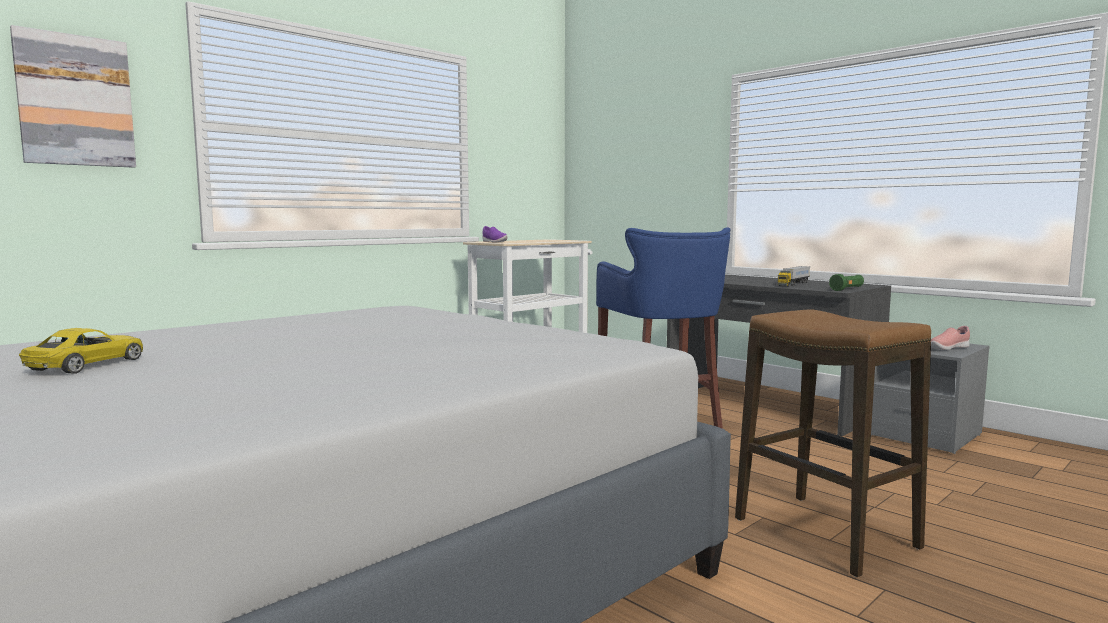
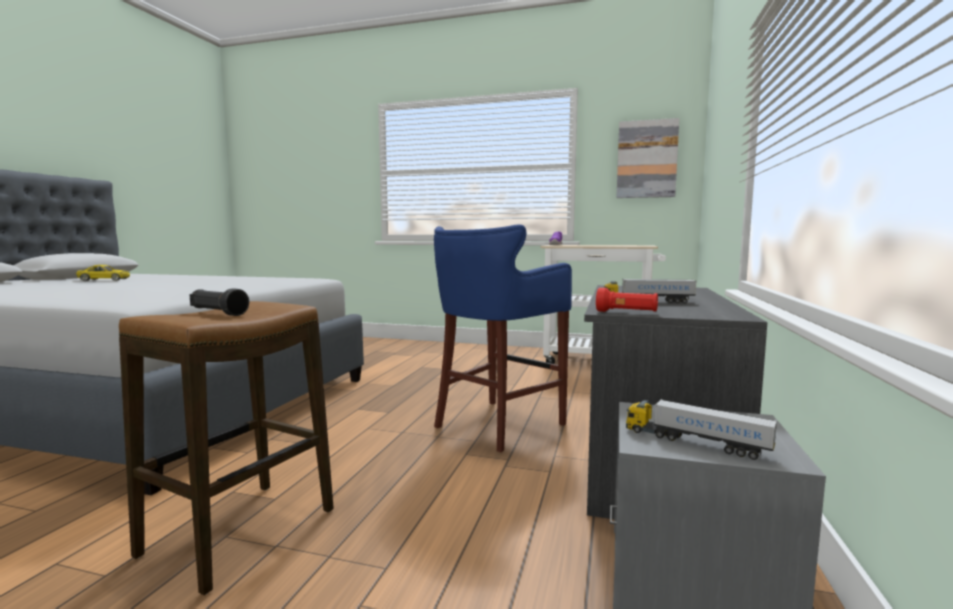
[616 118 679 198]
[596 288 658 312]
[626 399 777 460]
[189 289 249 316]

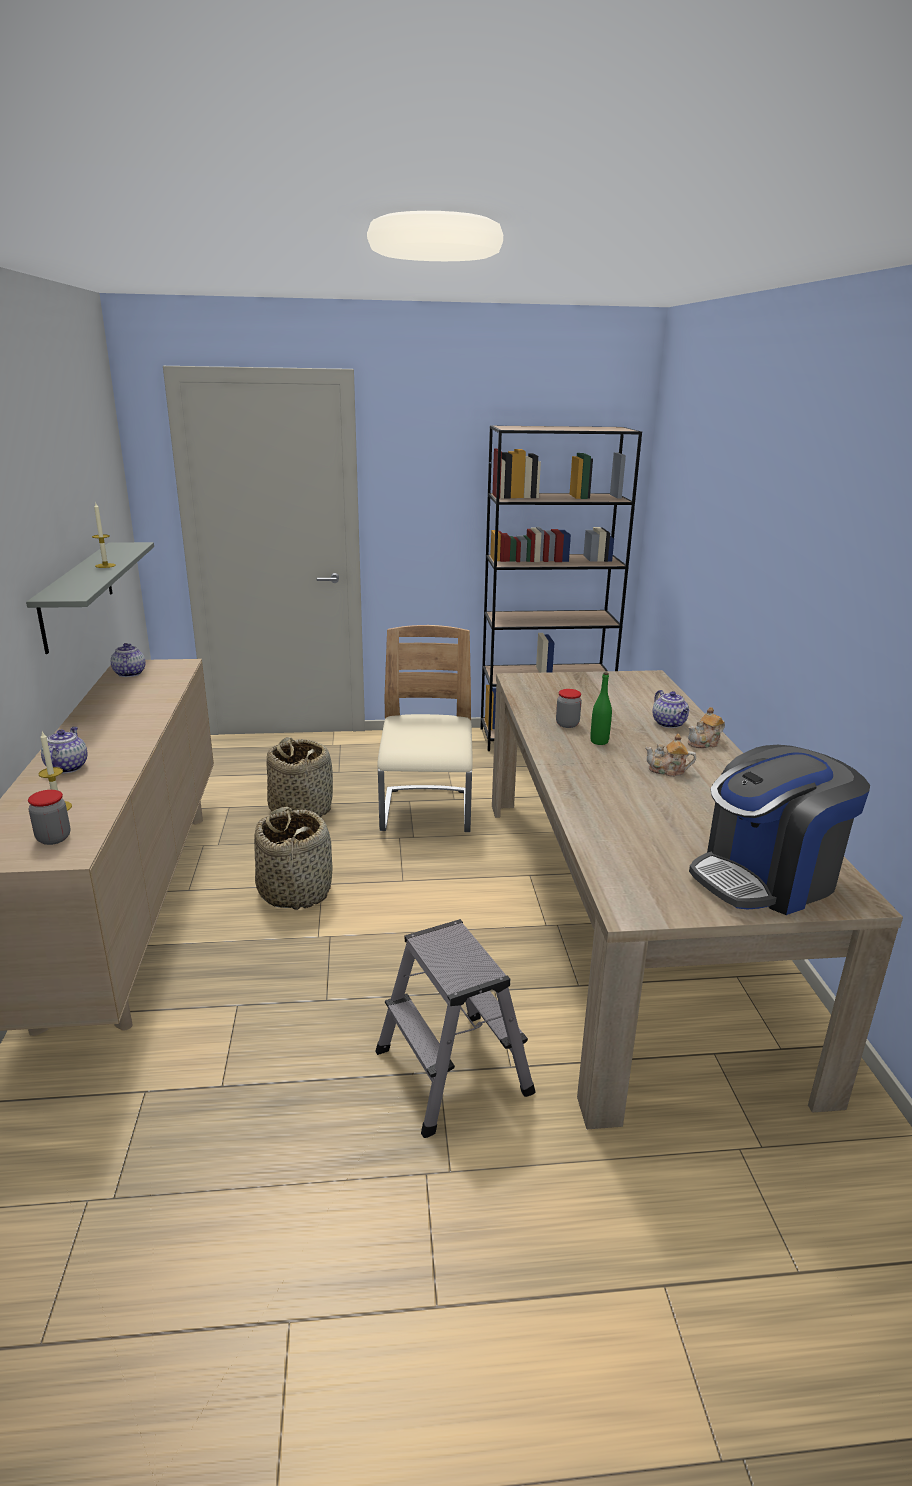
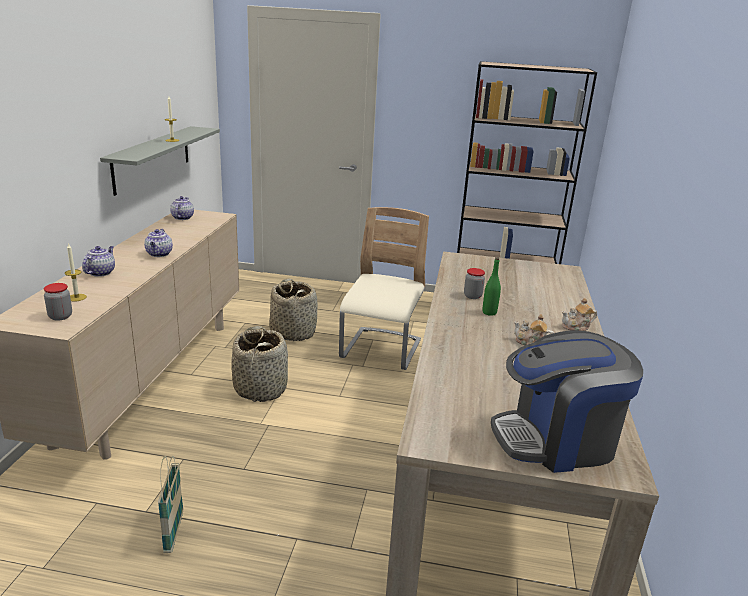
[376 919 536 1138] (first image)
[144 229 173 257]
[158 456 183 553]

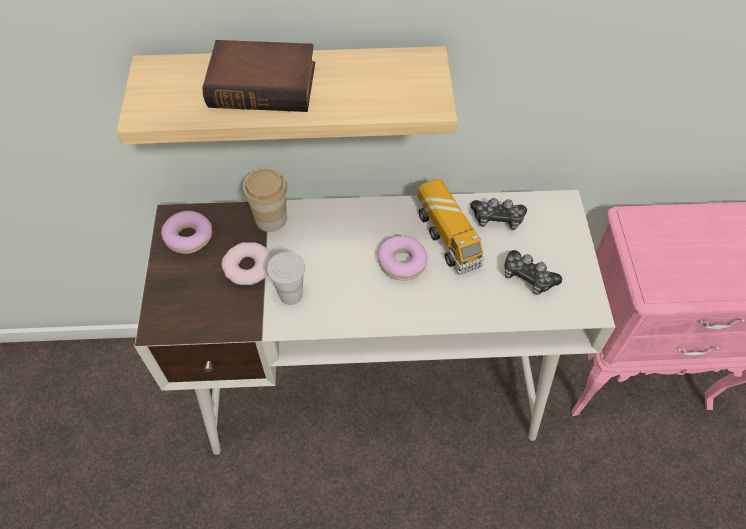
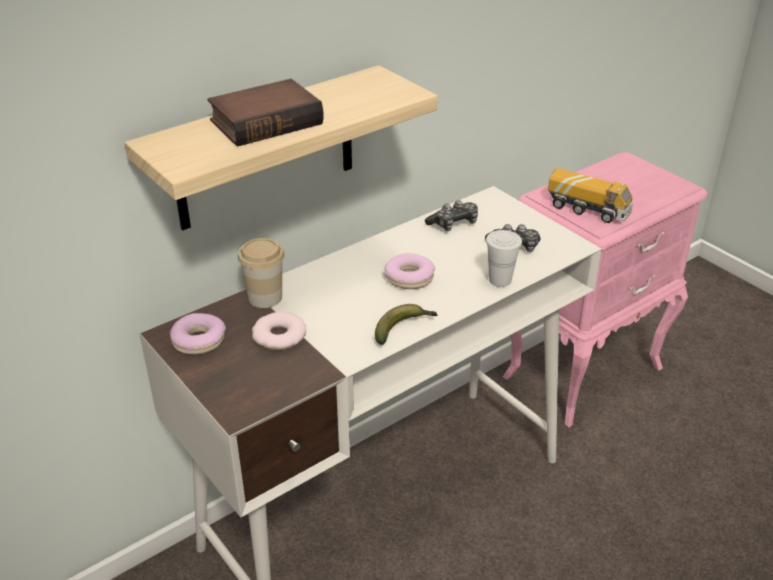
[486 230 522 287]
[548 168 633 223]
[375 304 438 345]

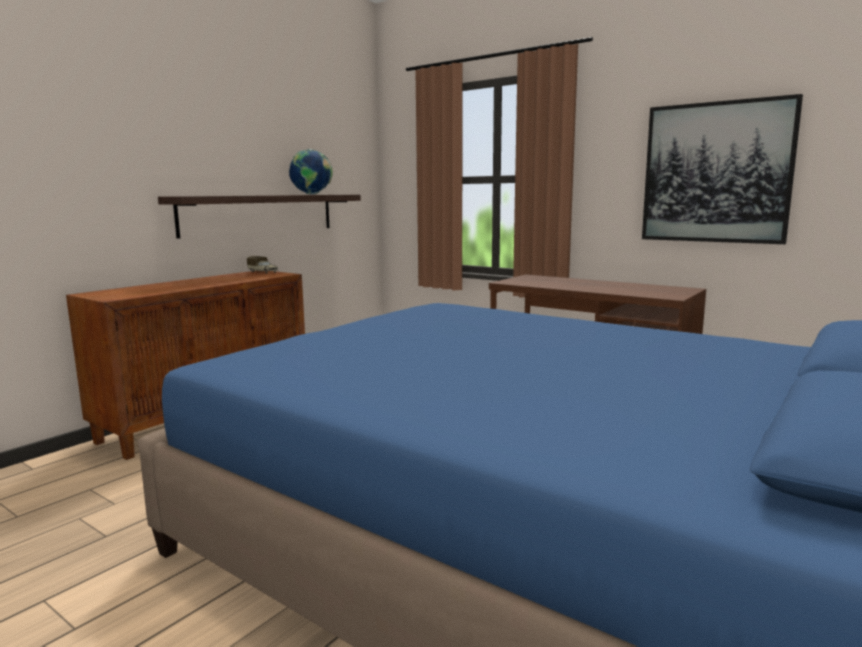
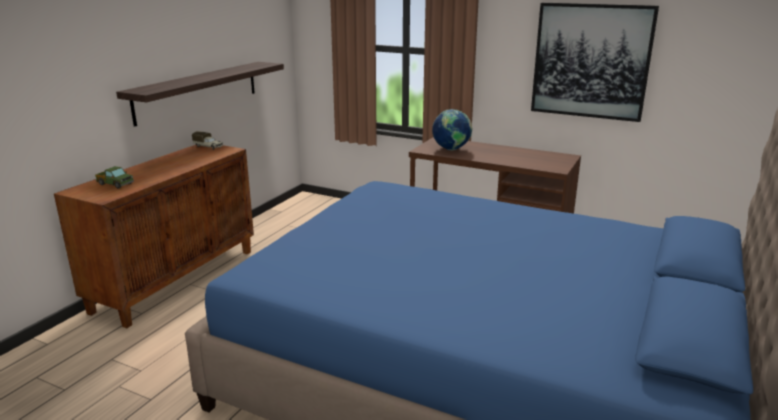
[432 109 472 151]
[95 166 134 189]

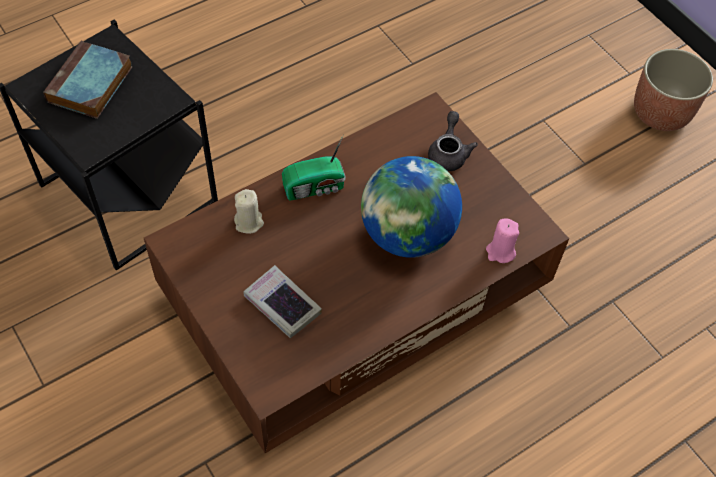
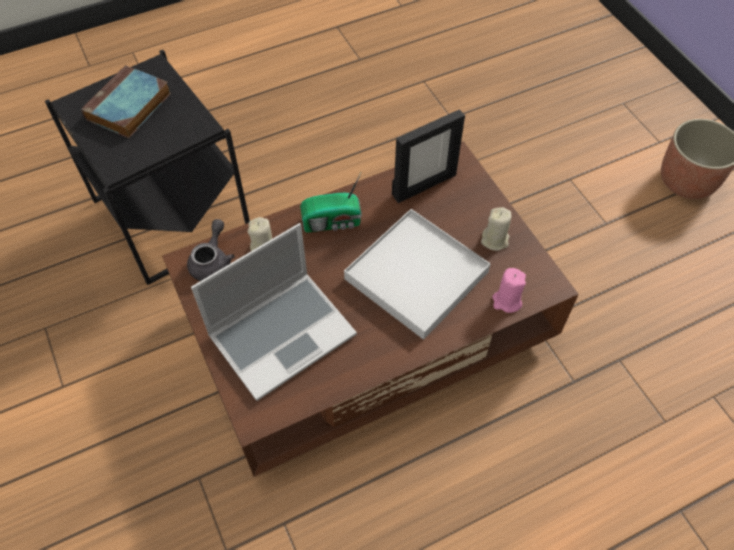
[191 223 357 401]
[344 209 491 340]
[187 219 235 281]
[392 109 465 203]
[481 207 511 251]

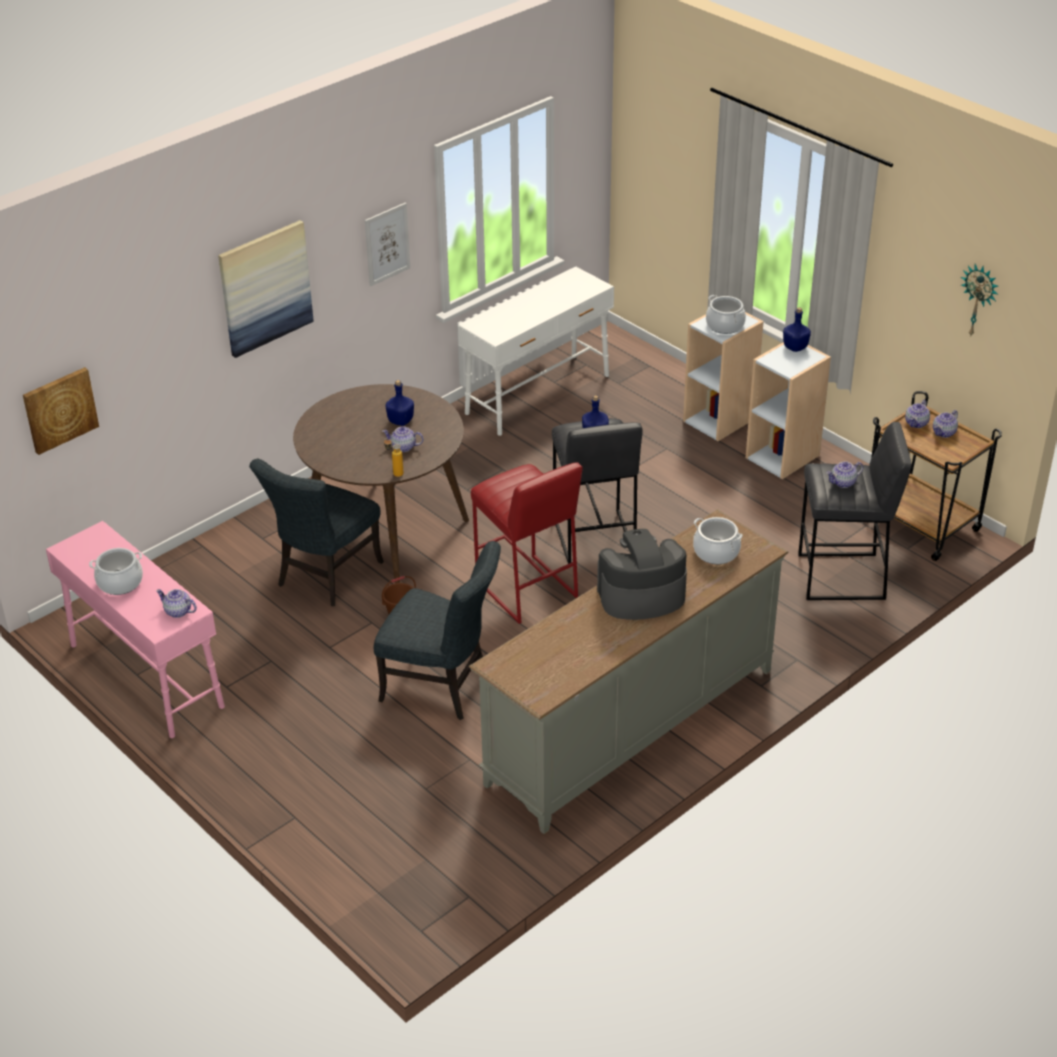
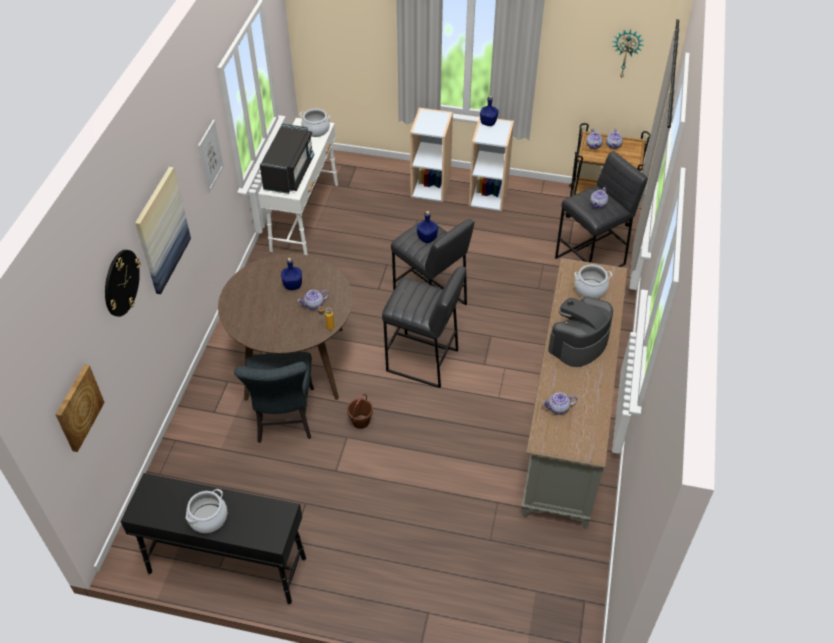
[121 473 306 604]
[542 392 578 415]
[374 541 501 720] (first image)
[382 266 466 388]
[299 109 330 137]
[105 250 140 317]
[260 124 314 194]

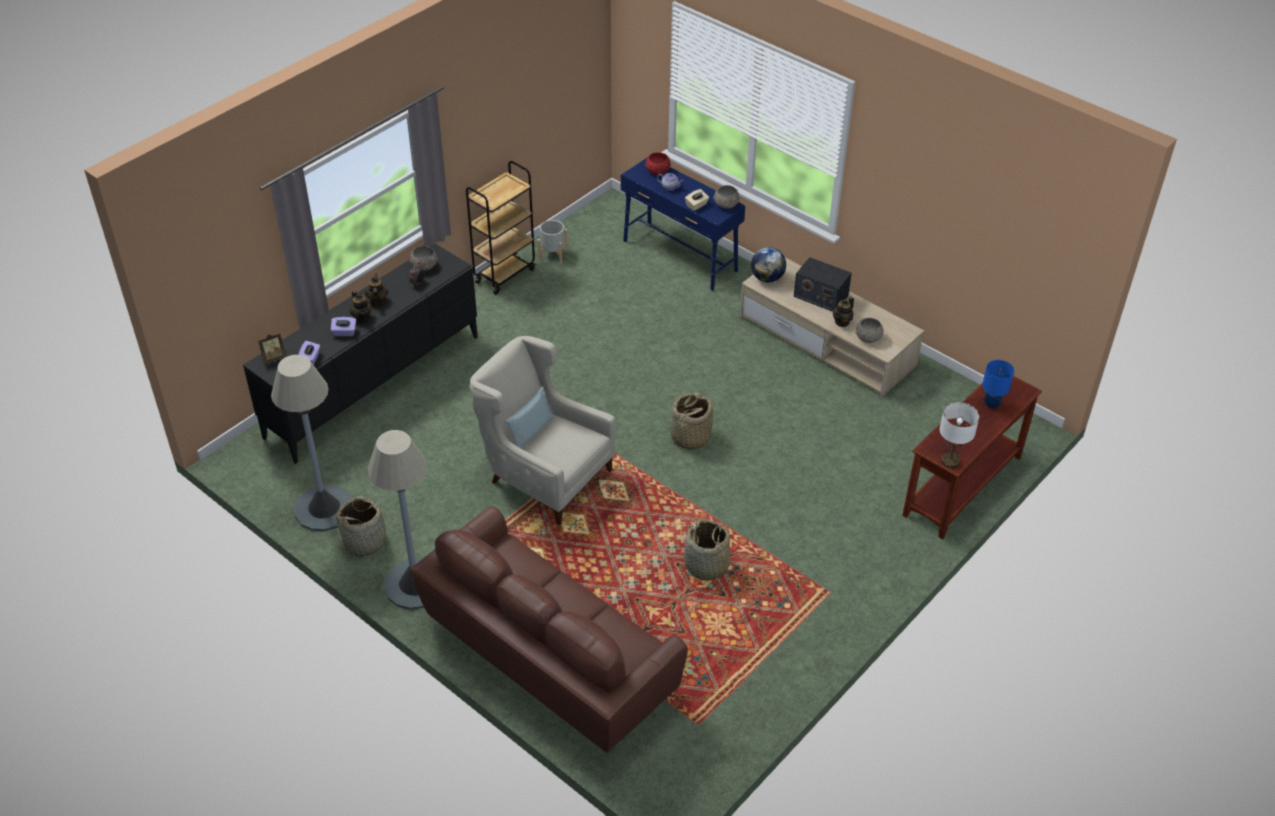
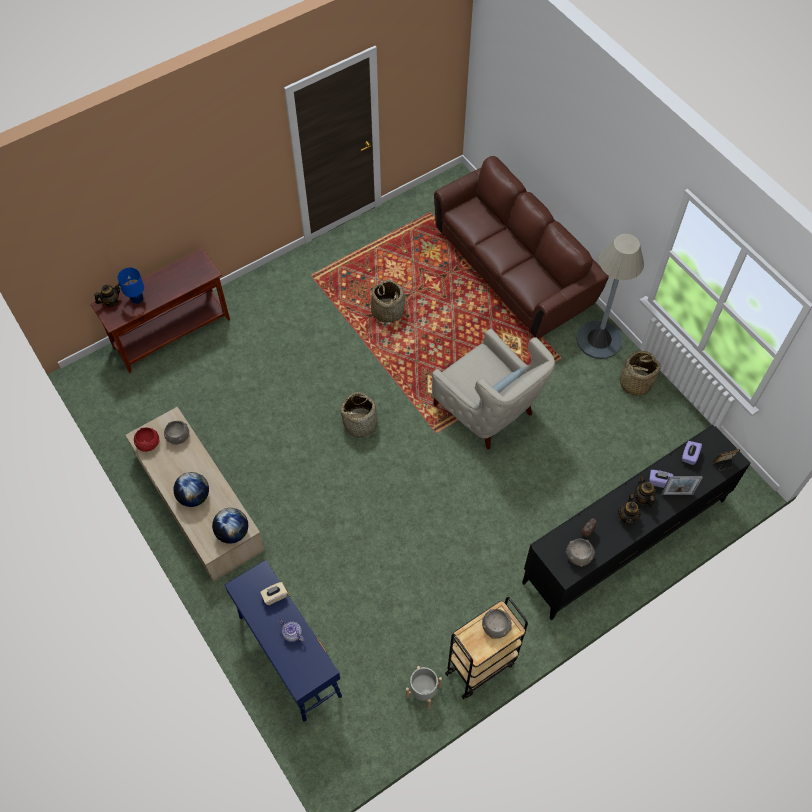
[271 355 353 531] (first image)
[134 428 160 452]
[482 609 512 639]
[173 472 209 507]
[94 283 120 307]
[940 402 979 468] (first image)
[661 476 703 495]

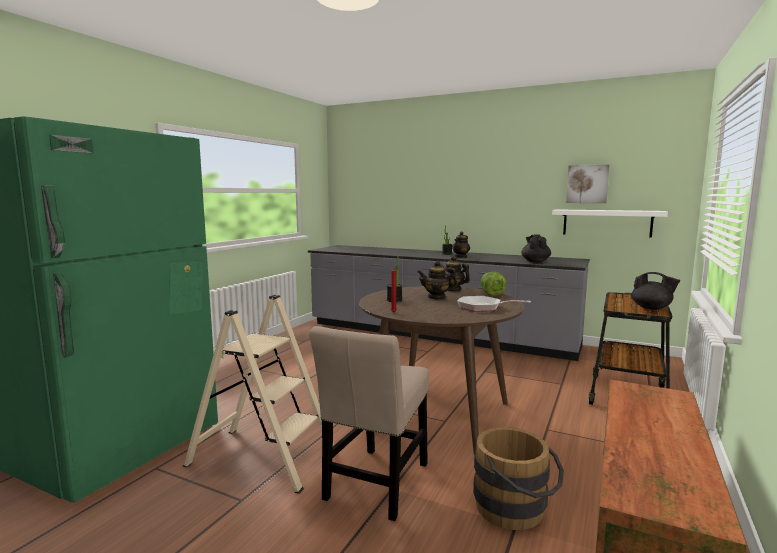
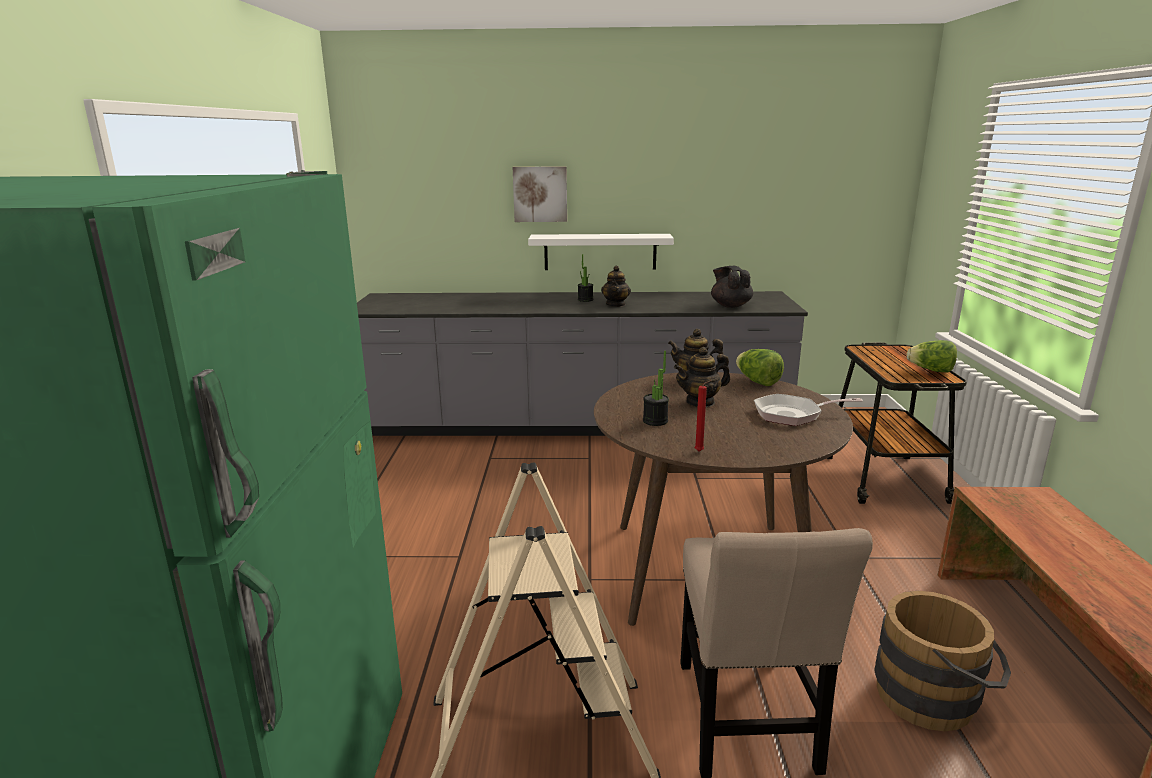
[528 234 674 270]
[513 166 567 222]
[907 340 957 373]

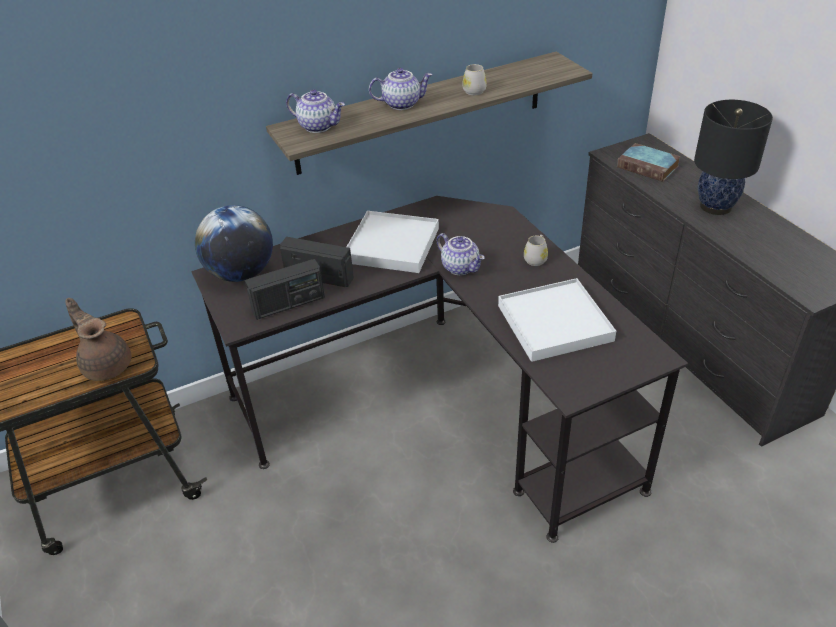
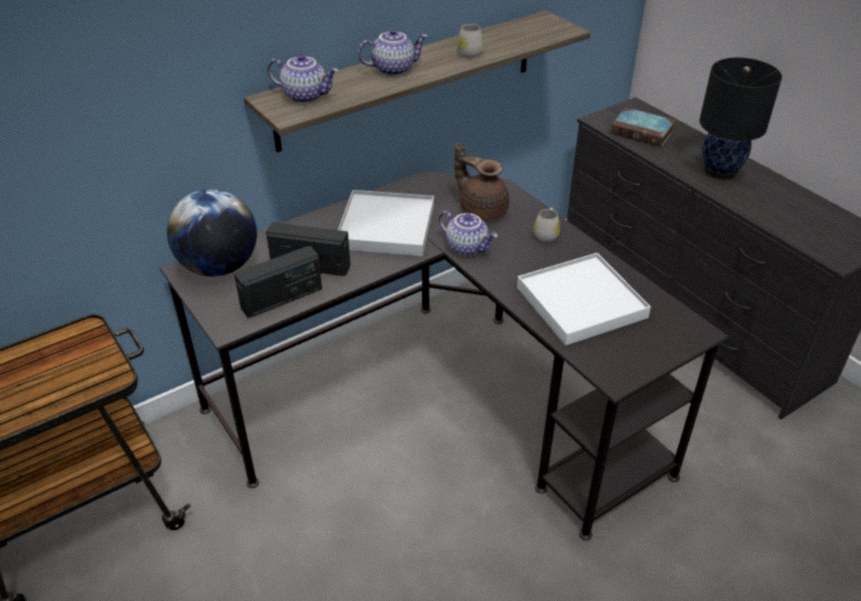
[454 143 509 220]

